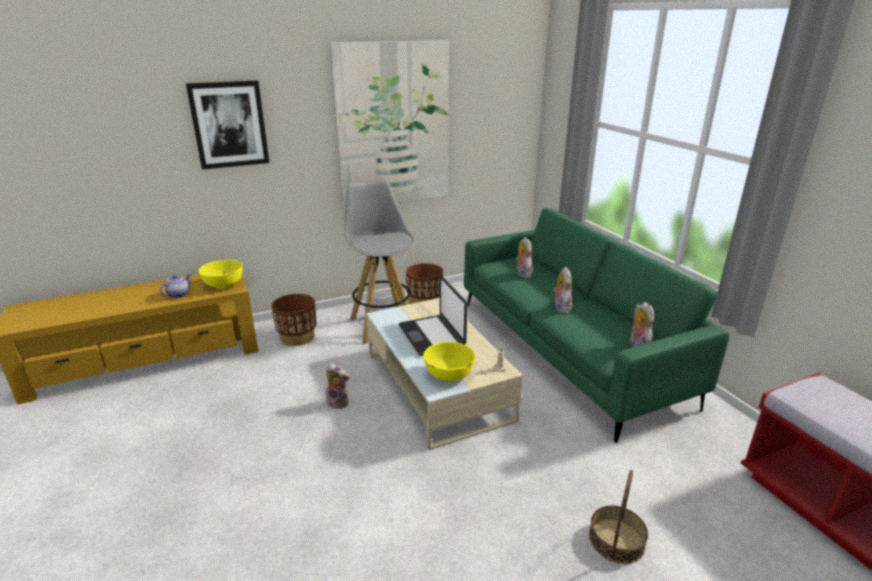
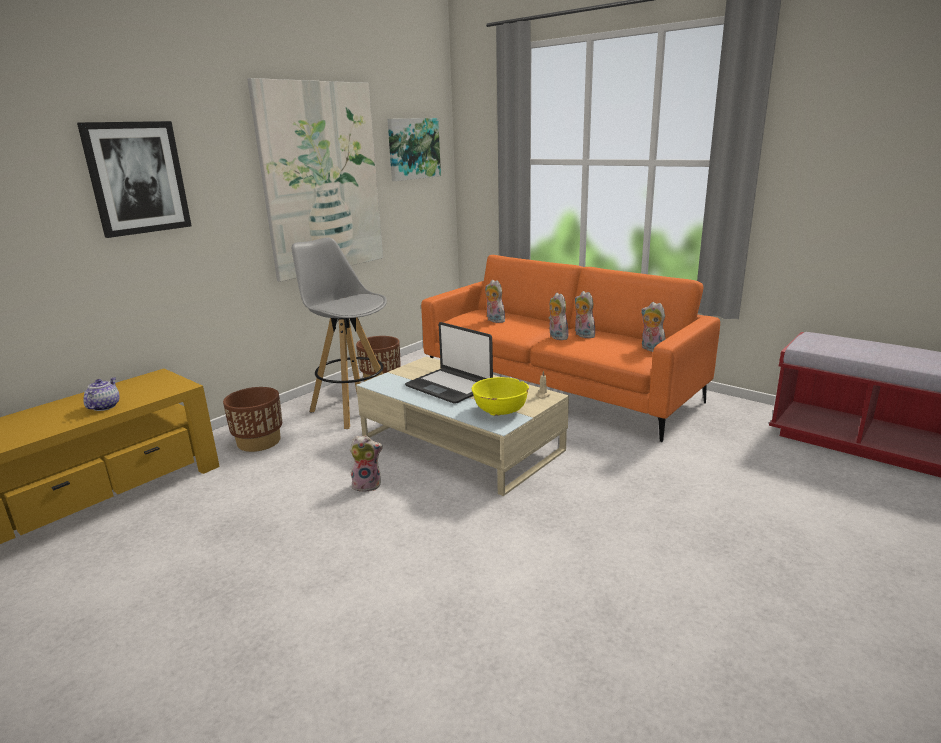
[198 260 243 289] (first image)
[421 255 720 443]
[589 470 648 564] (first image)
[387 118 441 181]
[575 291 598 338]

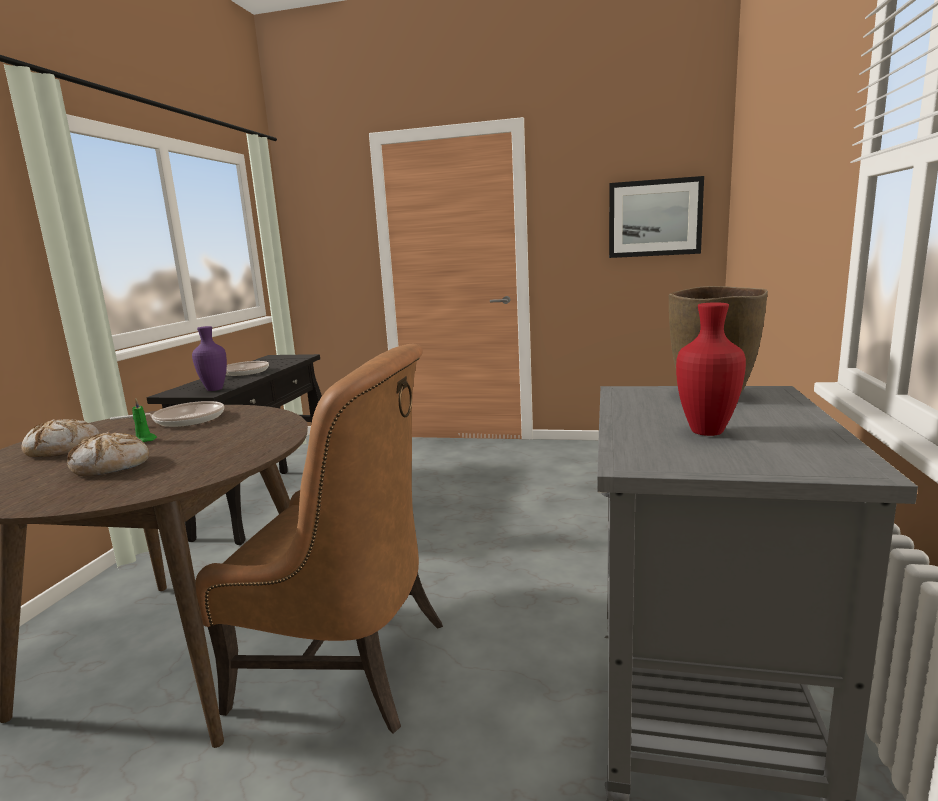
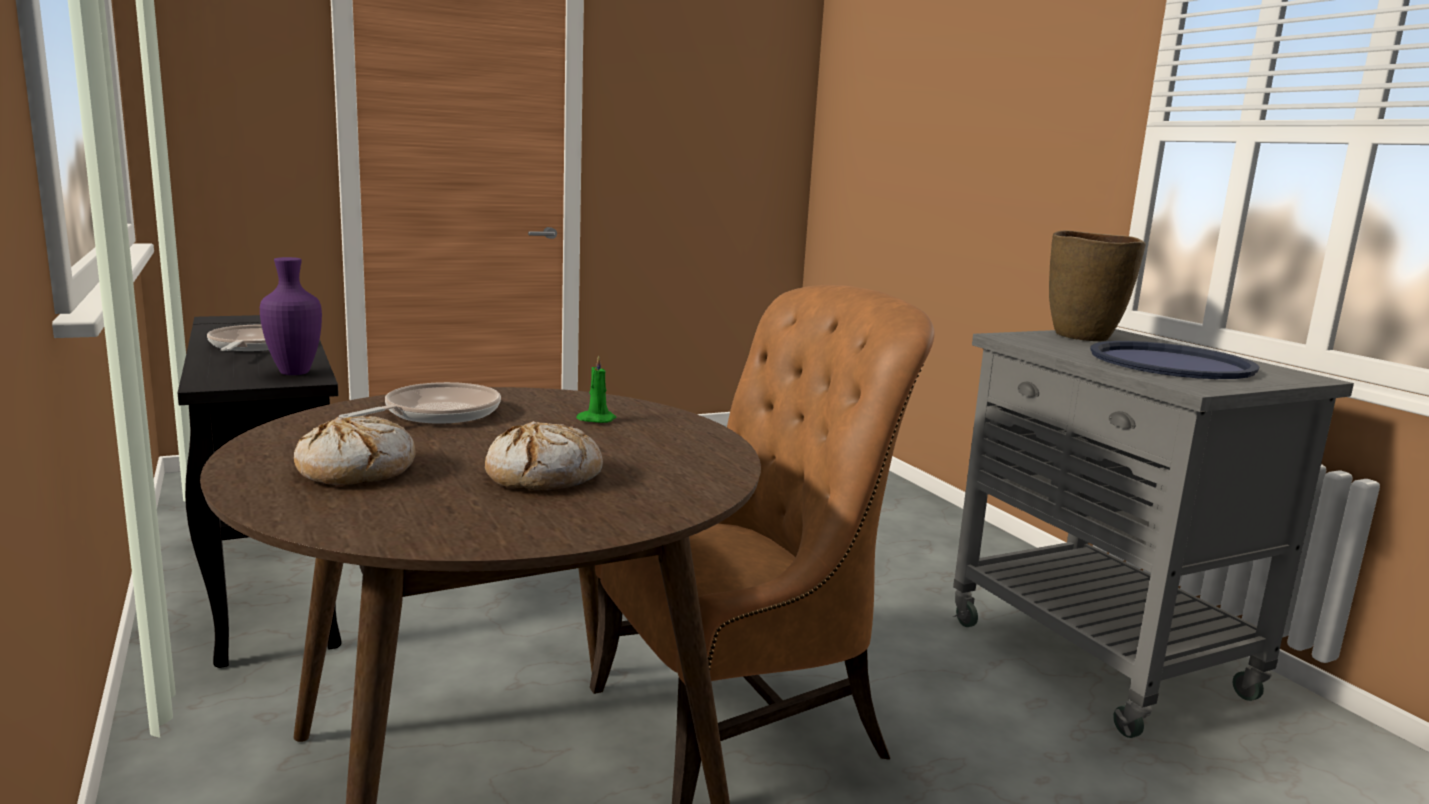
[576 355 617 423]
[609 176 704 258] (first image)
[1090 341 1259 379]

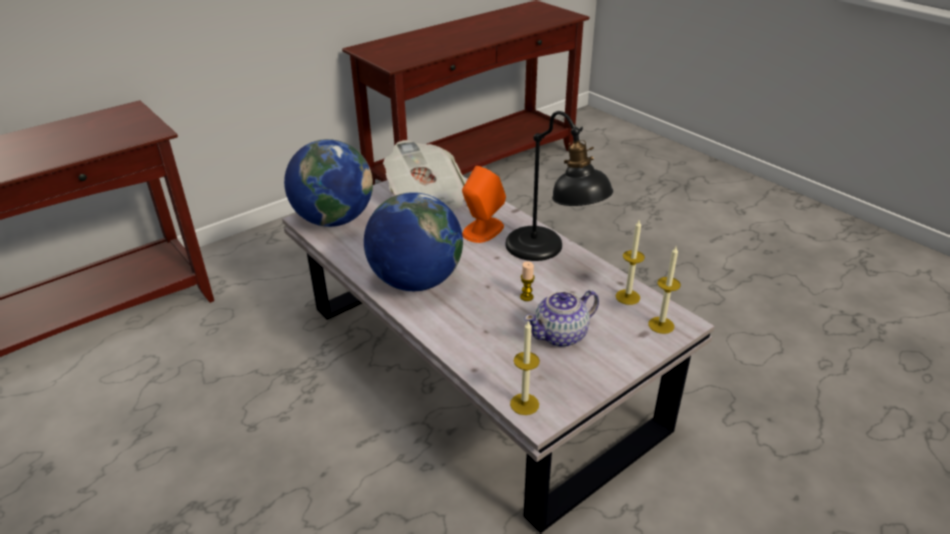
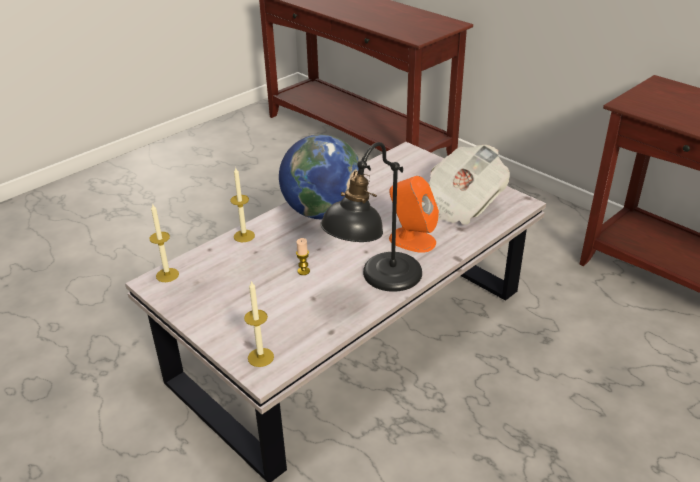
[284 139 373 227] (first image)
[524 290 599 347] (first image)
[230 168 255 242]

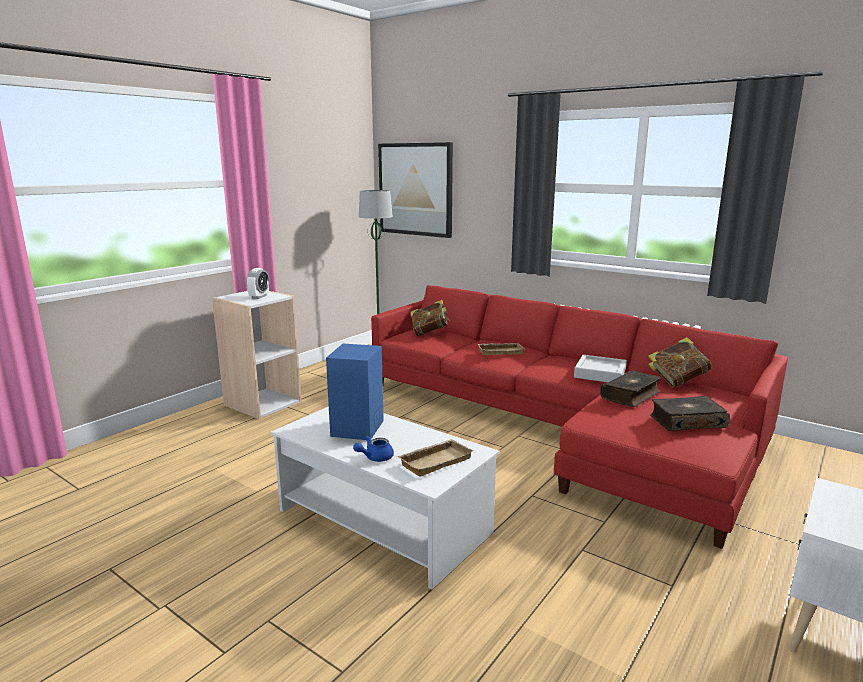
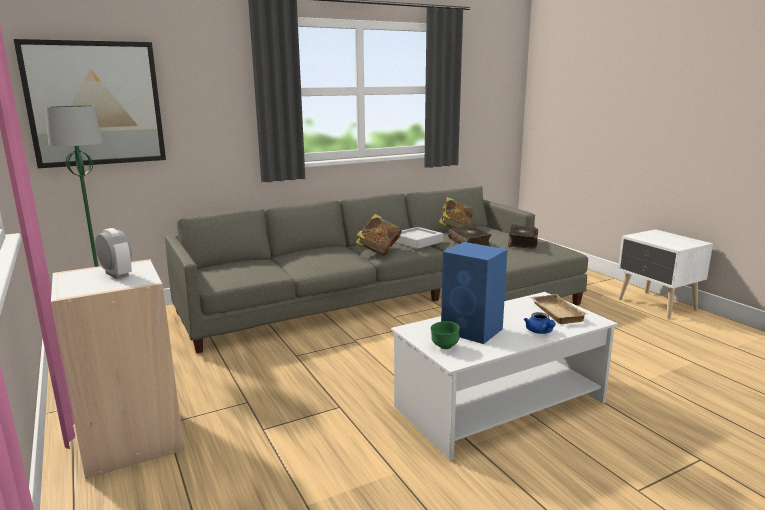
[165 186 588 353]
[355 214 401 256]
[478 343 525 355] (first image)
[430 321 460 349]

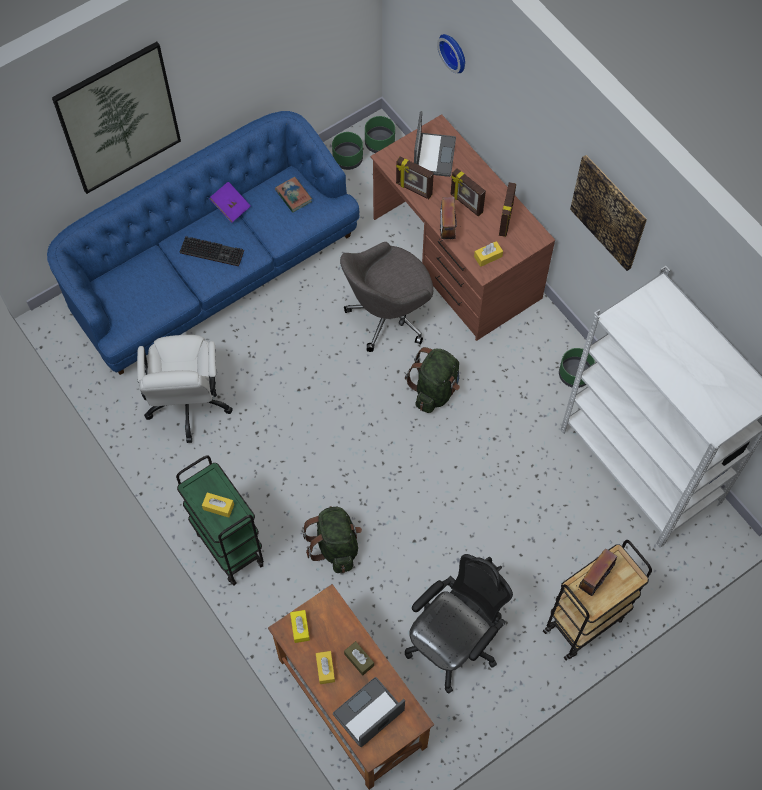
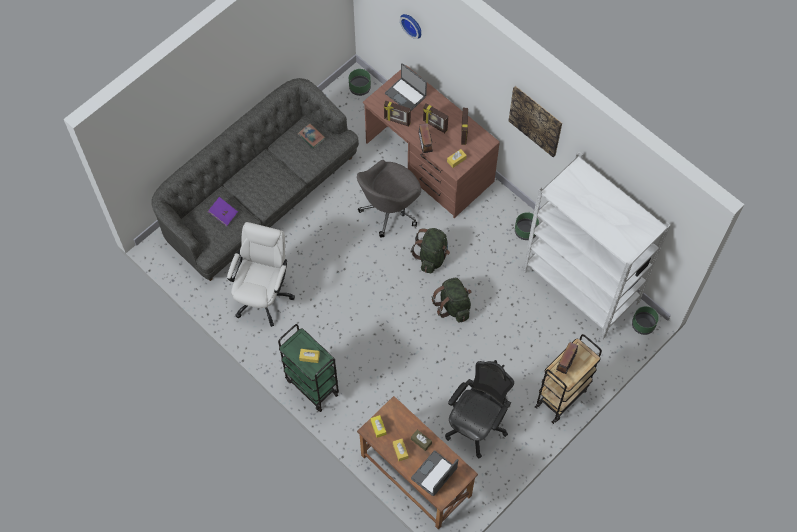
[151 78 359 281]
[52 42 181 194] (first image)
[227 222 295 327]
[180 236 244 266] (first image)
[208 197 238 226]
[432 278 471 323]
[632 306 659 335]
[385 63 427 111]

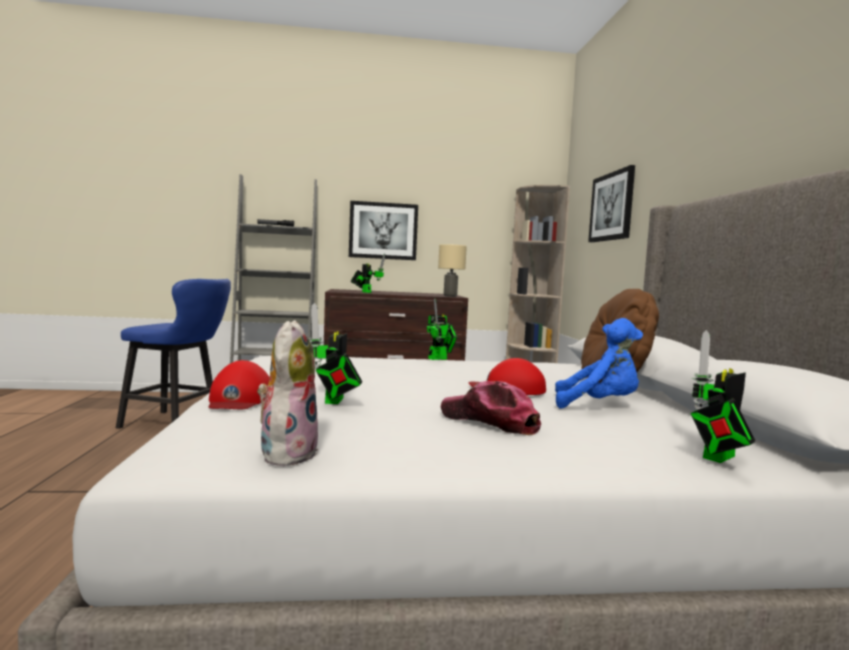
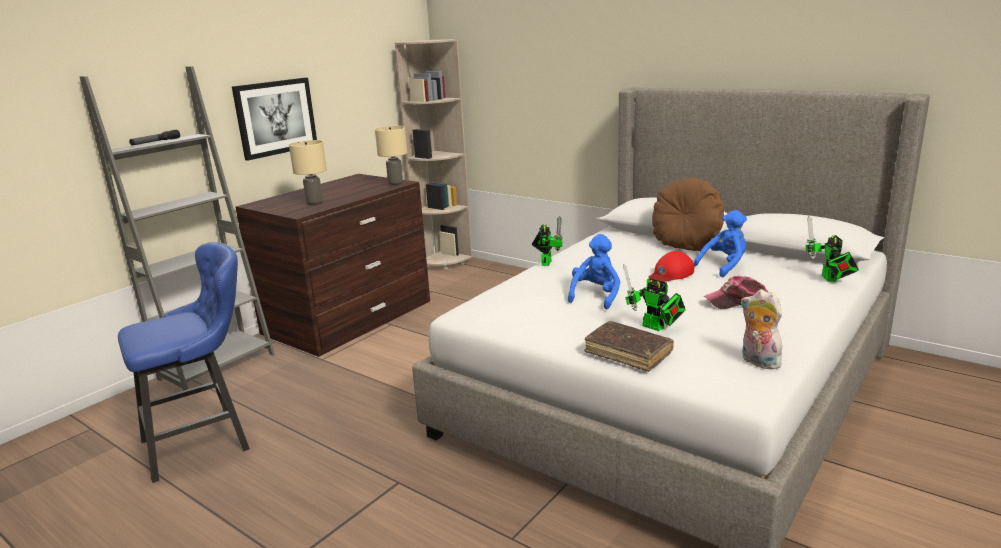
[584 321 674 372]
[289 140 327 205]
[588 165 635 242] (first image)
[568 234 620 309]

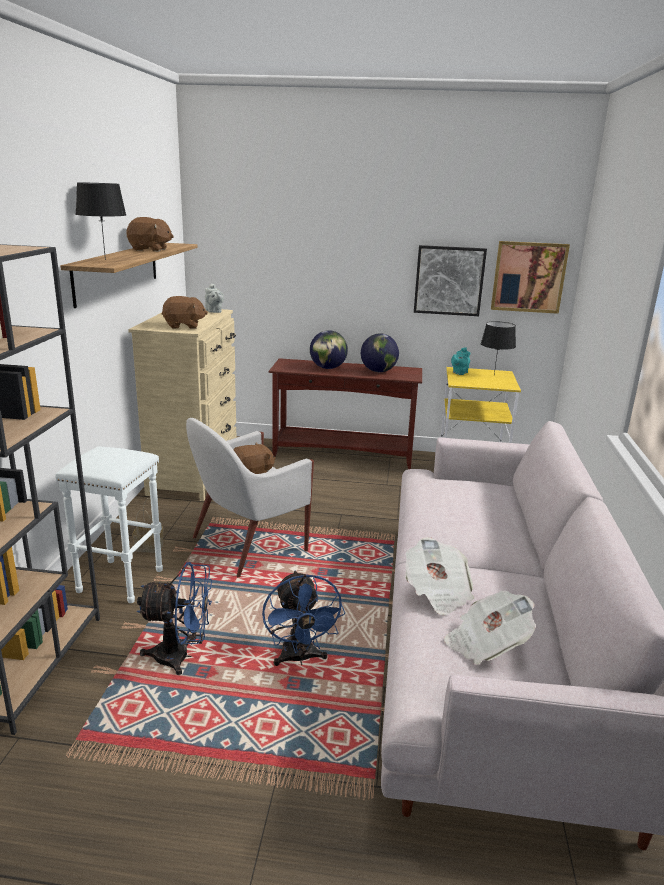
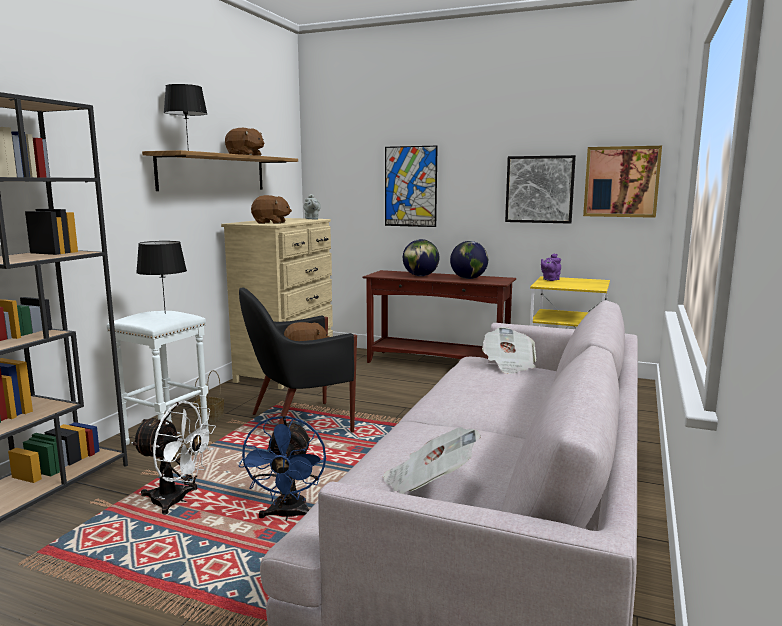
[131 401 216 515]
[239 288 357 432]
[482 327 536 374]
[541 254 561 281]
[136 241 187 314]
[385 146 438 227]

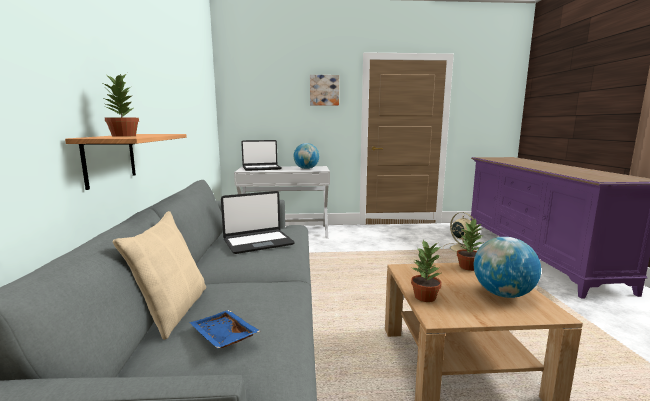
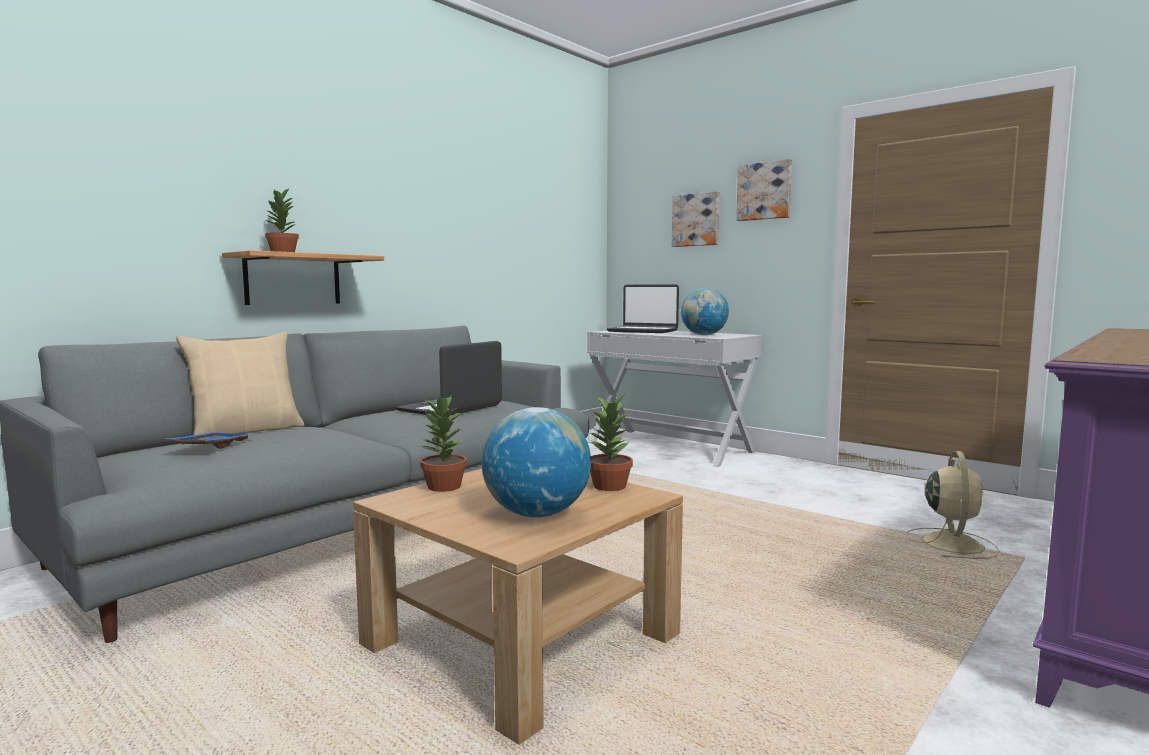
[396 341 502 415]
[672 191 720 247]

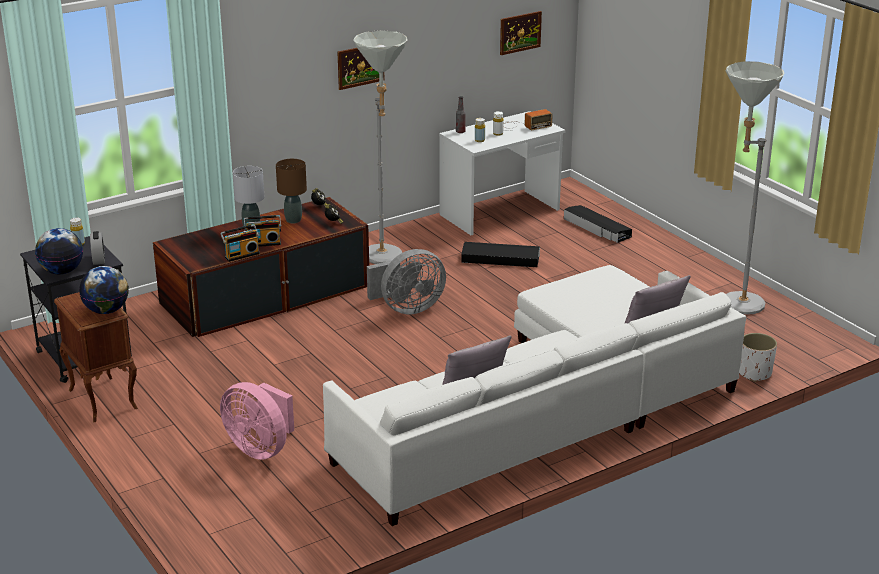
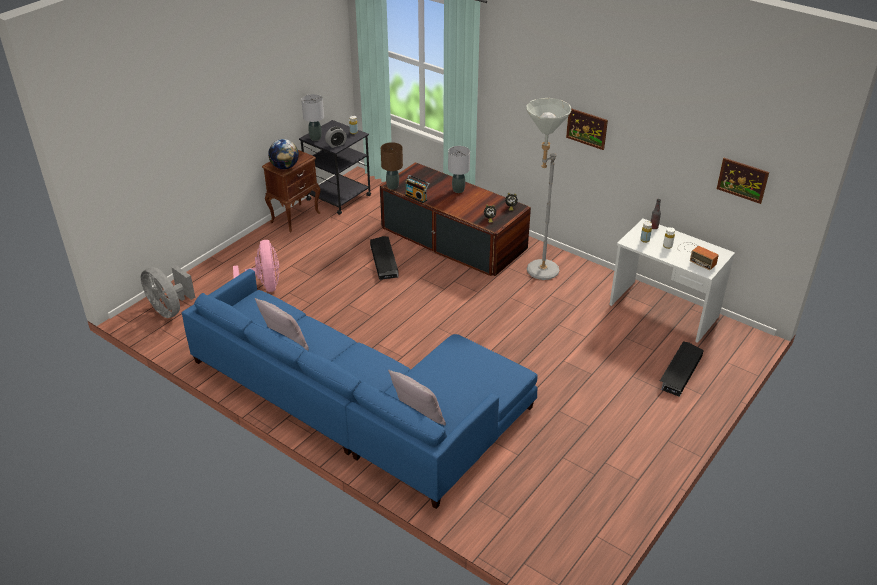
[301 94 324 141]
[233 240 279 292]
[244 215 282 247] (first image)
[381 142 403 190]
[182 269 538 509]
[141 265 195 318]
[370 236 399 280]
[726 61 784 315] (first image)
[739 333 777 382] (first image)

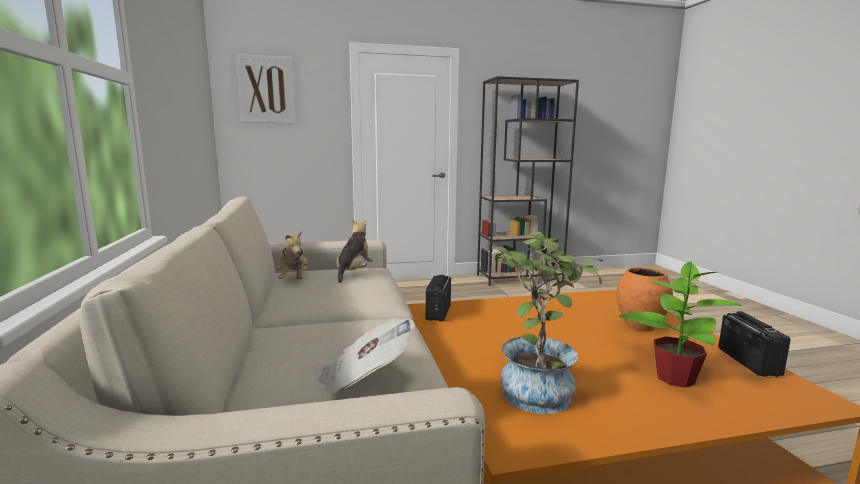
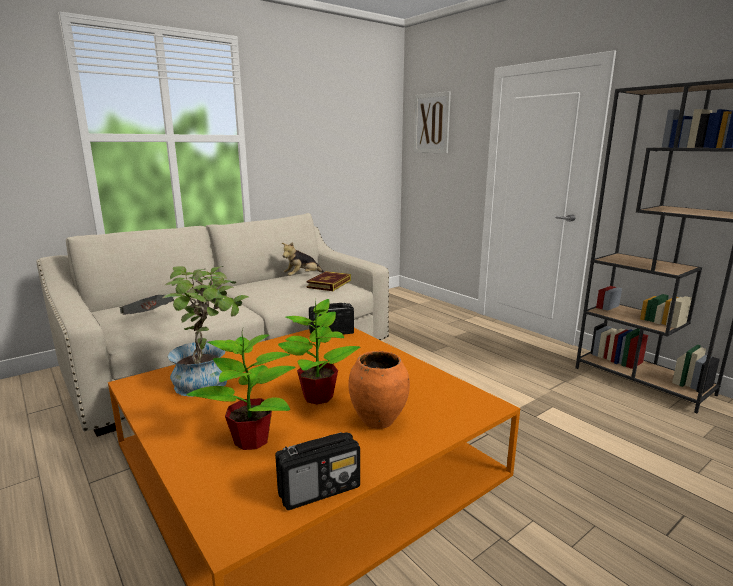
[306 271 351 291]
[278 298 360 404]

